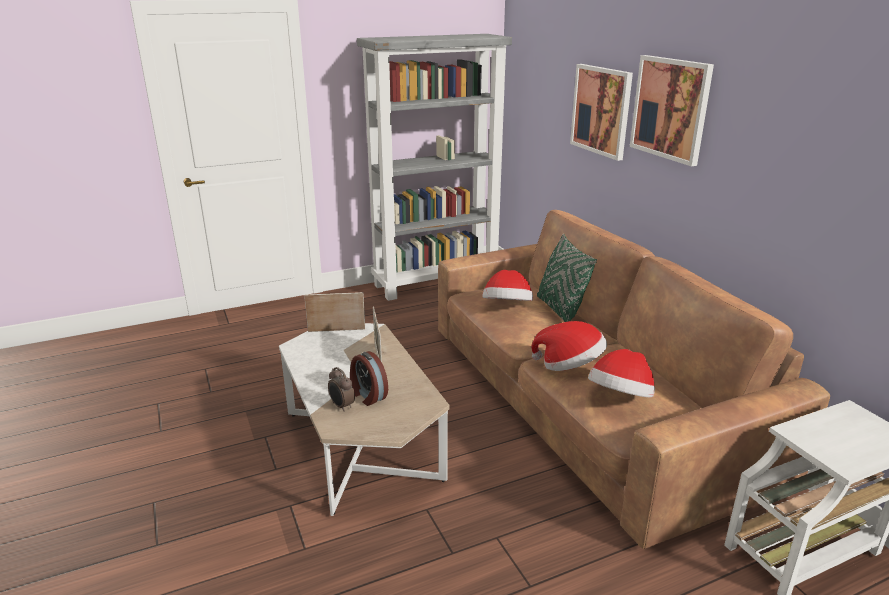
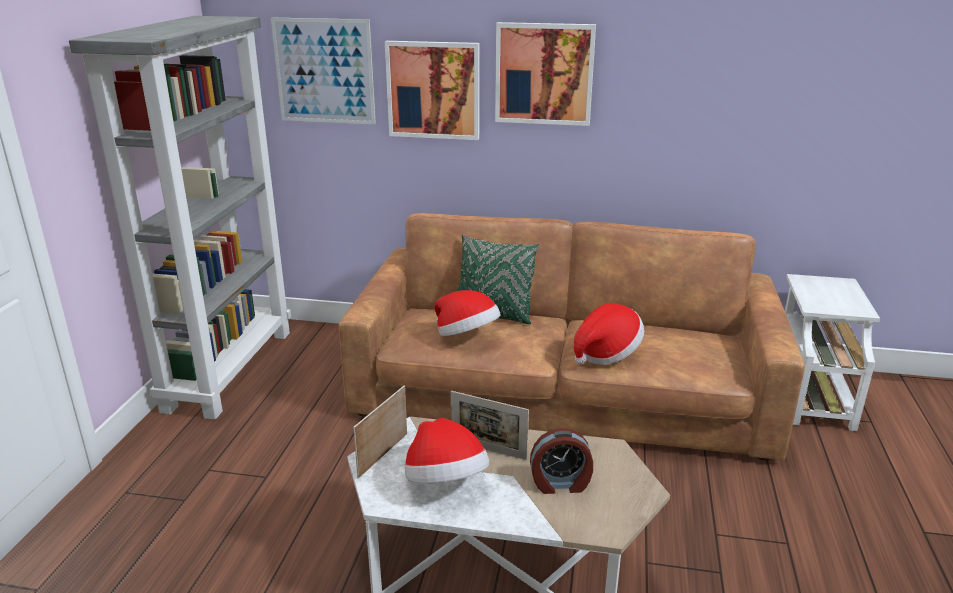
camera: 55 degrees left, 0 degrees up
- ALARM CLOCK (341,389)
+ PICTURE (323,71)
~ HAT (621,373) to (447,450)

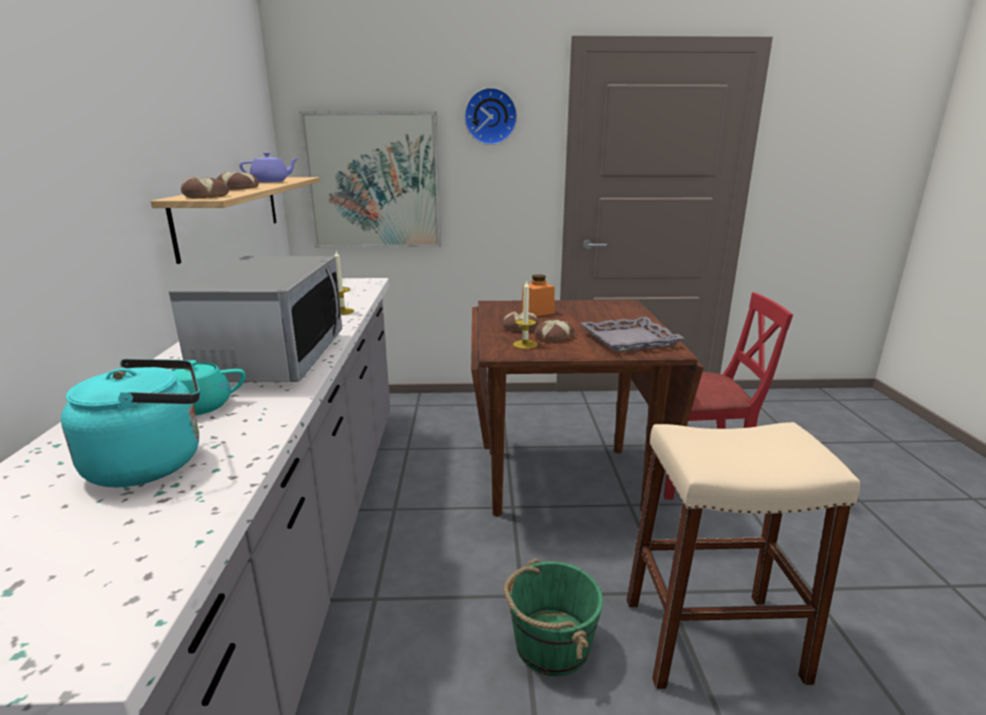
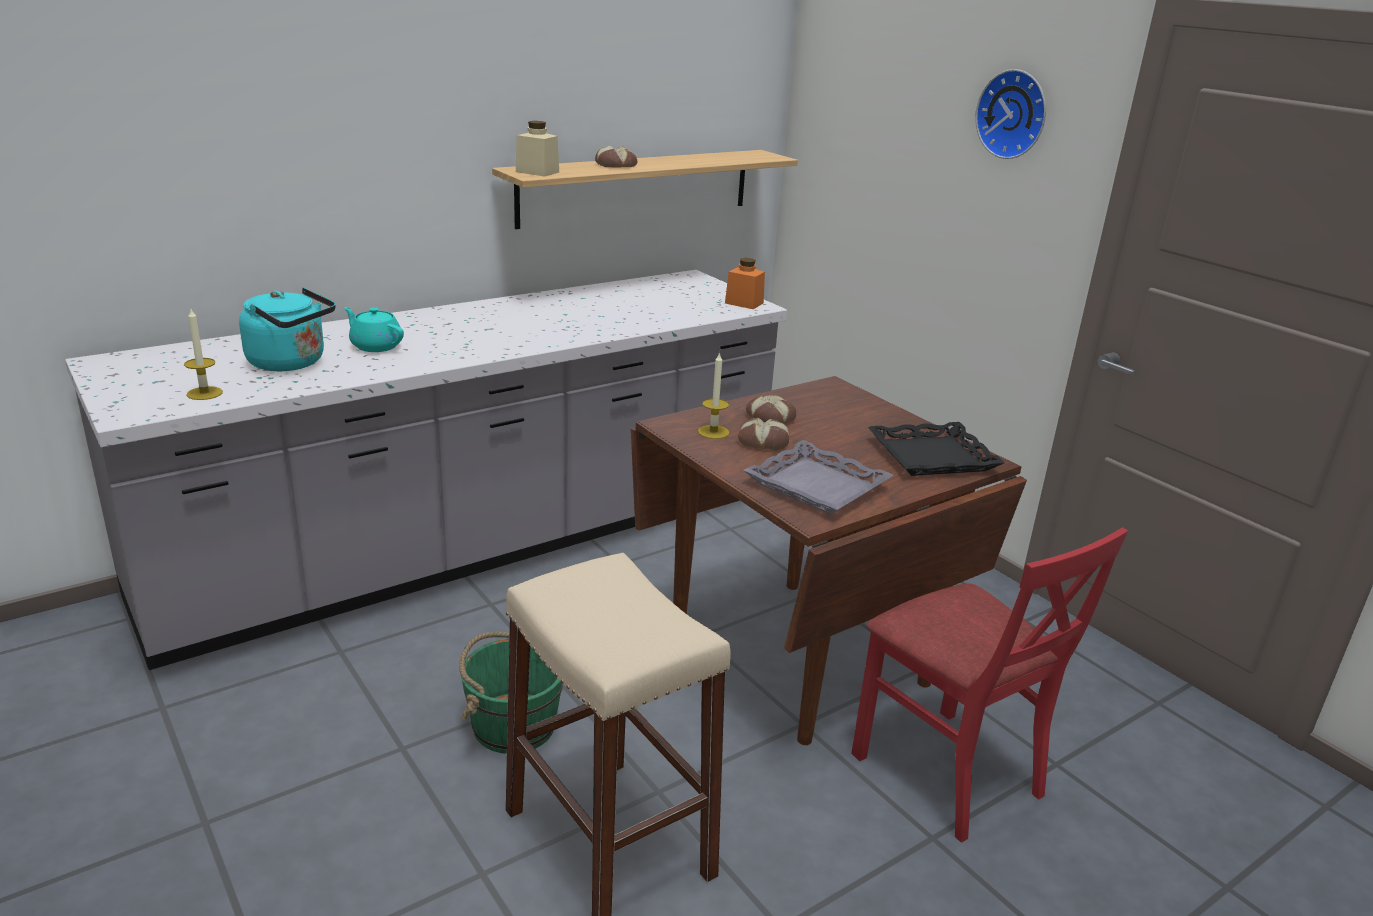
camera: 55 degrees right, 5 degrees up
- MICROWAVE (255,319)
- PURPLE TEAPOT (269,167)
- PICTURE (370,179)
+ BLACK TRAY (936,449)
~ CANDLE (344,282) to (203,353)
~ ORANGE JAR (538,295) to (745,283)
~ BREAD (205,187) to BEIGE JAR (537,149)

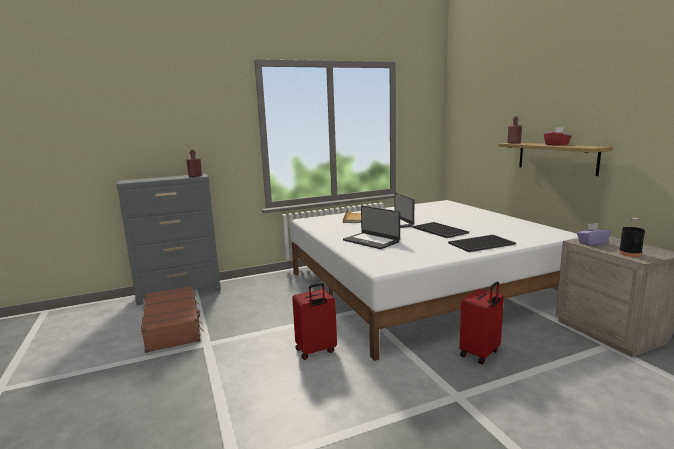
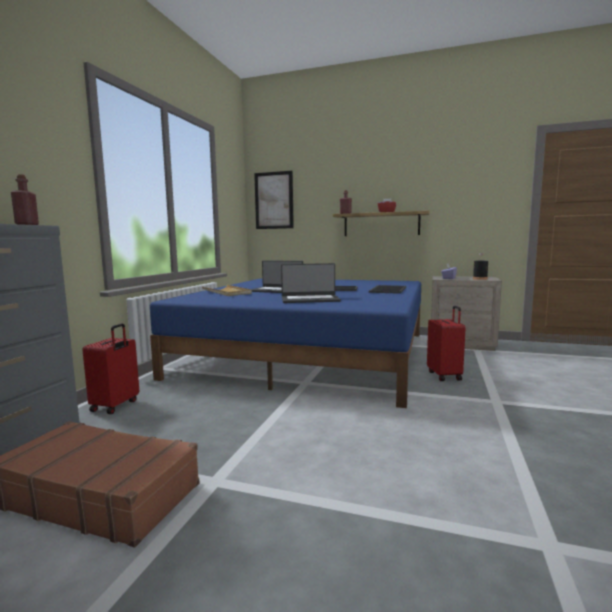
camera: 50 degrees left, 5 degrees down
+ PICTURE (274,200)
~ RED SUITCASE (314,321) to (110,369)
~ WHITE BED (434,280) to BLUE BED (285,343)

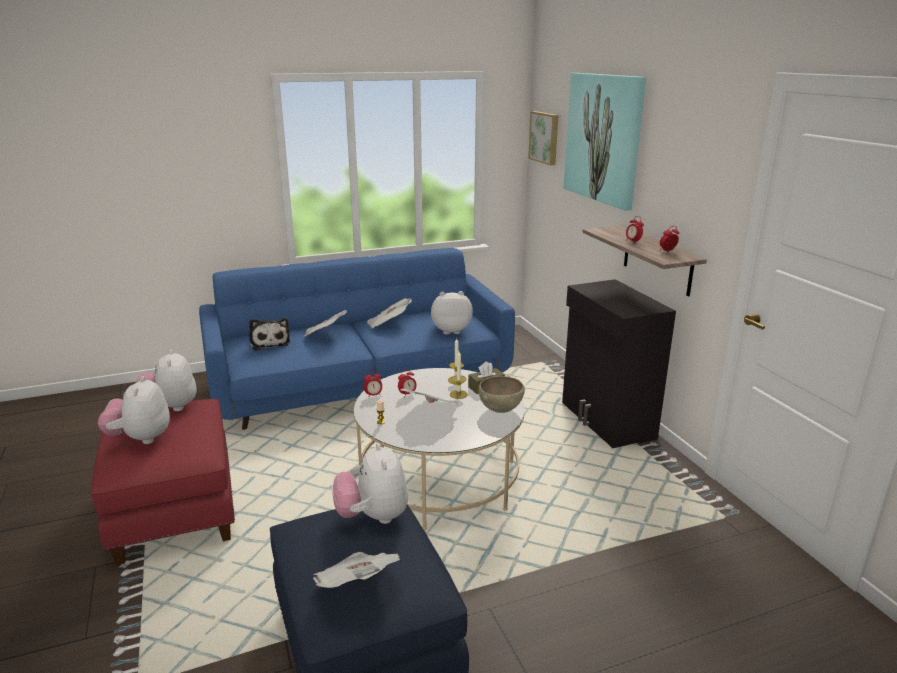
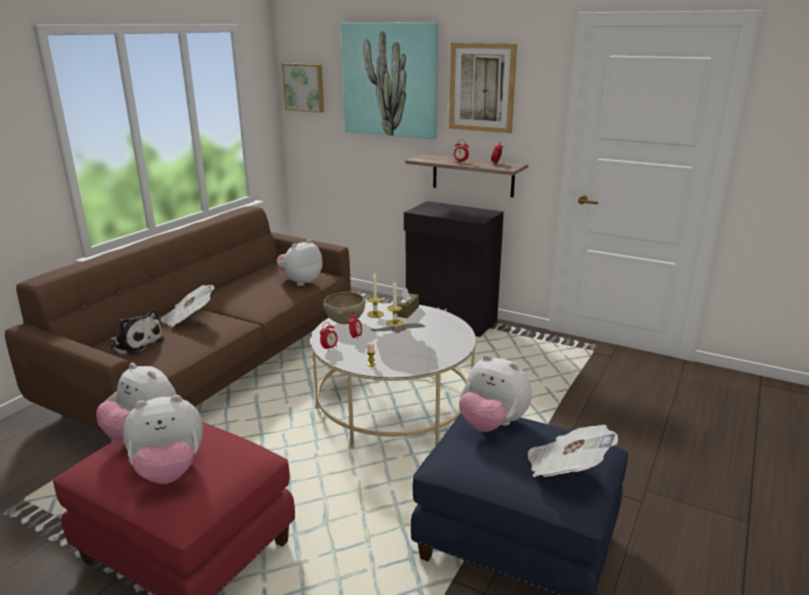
camera: 40 degrees left, 0 degrees up
- NEWSPAPER (389,313)
+ PICTURE (483,88)
~ BROWN BOWL (501,394) to (344,308)
~ BLUE SOFA (357,339) to BROWN SOFA (178,319)
~ PLUSH TOY (134,410) = (163,439) 60 degrees counterclockwise

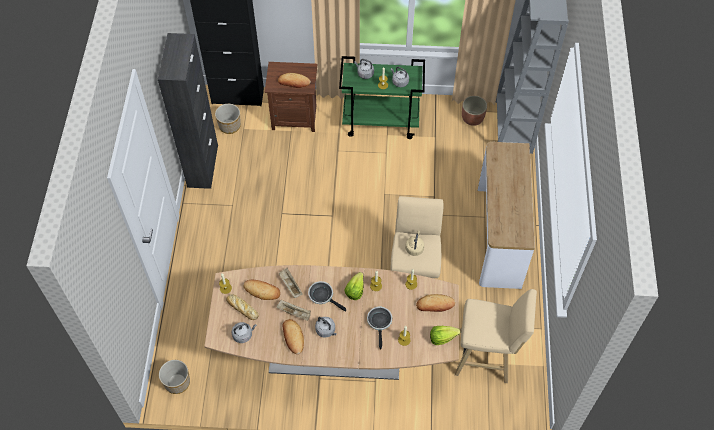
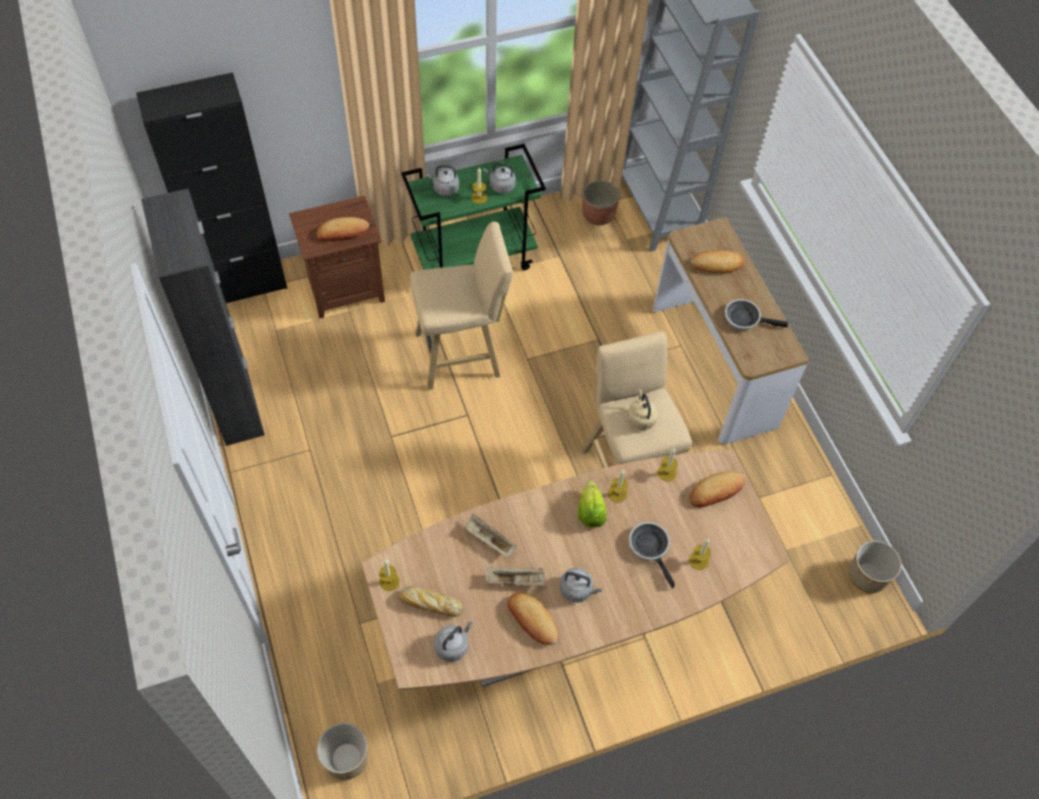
camera: 25 degrees left, 0 degrees up
- LETTUCE (445,335)
~ PLANTER (228,119) to (875,566)
~ BREAD (261,290) to (717,262)
~ FRYING PAN (327,296) to (756,314)
~ BEIGE STOOL (496,336) to (461,306)

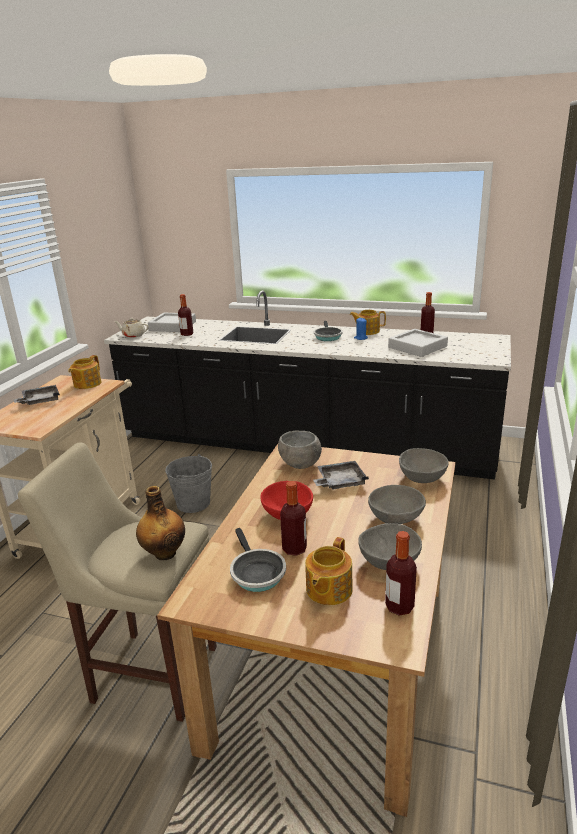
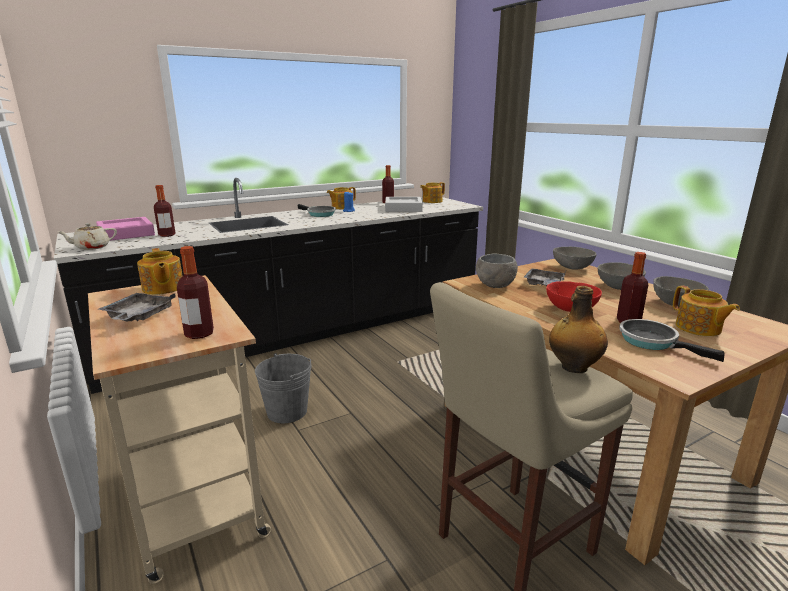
camera: 50 degrees left, 5 degrees down
+ TEAPOT (432,192)
~ BOTTLE (401,573) to (195,292)
~ GREY TRAY (172,322) to PINK TRAY (125,229)
~ FRYING PAN (258,560) = (672,340) 150 degrees counterclockwise

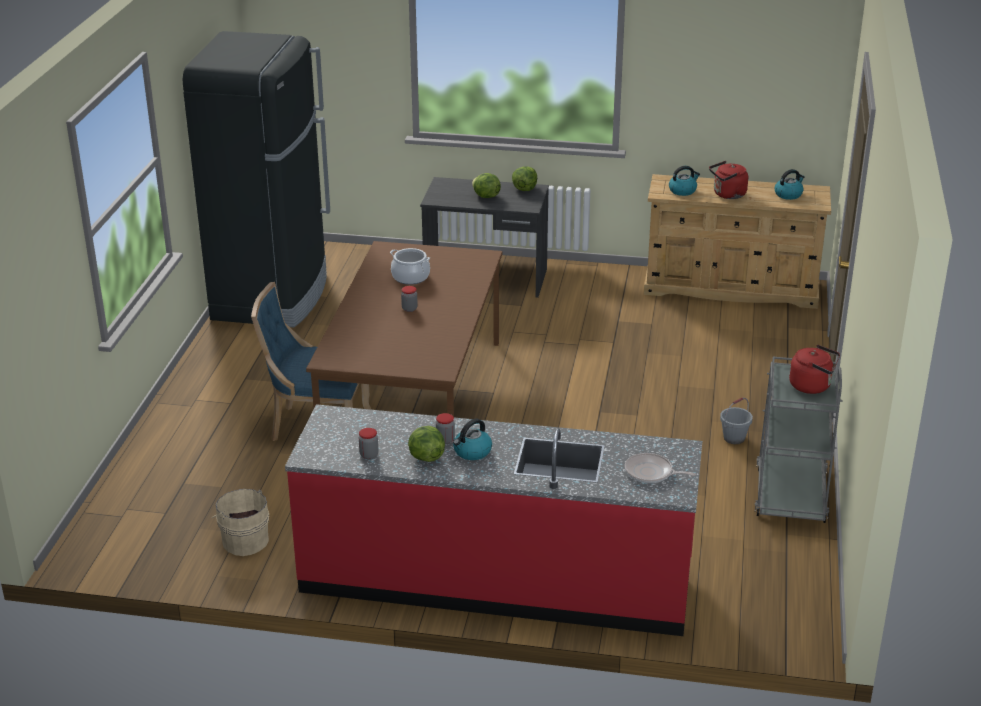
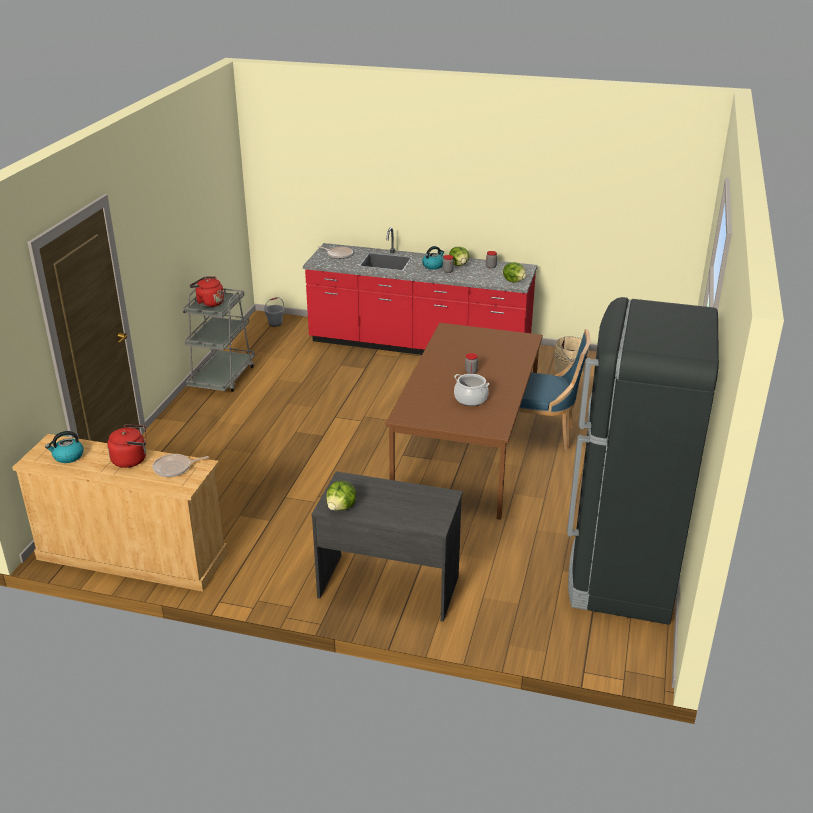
camera: 175 degrees left, 0 degrees up
~ LETTUCE (486,185) to (515,272)
~ GREY BUCKET (736,420) to (275,312)
~ KETTLE (684,181) to FRYING PAN (180,465)

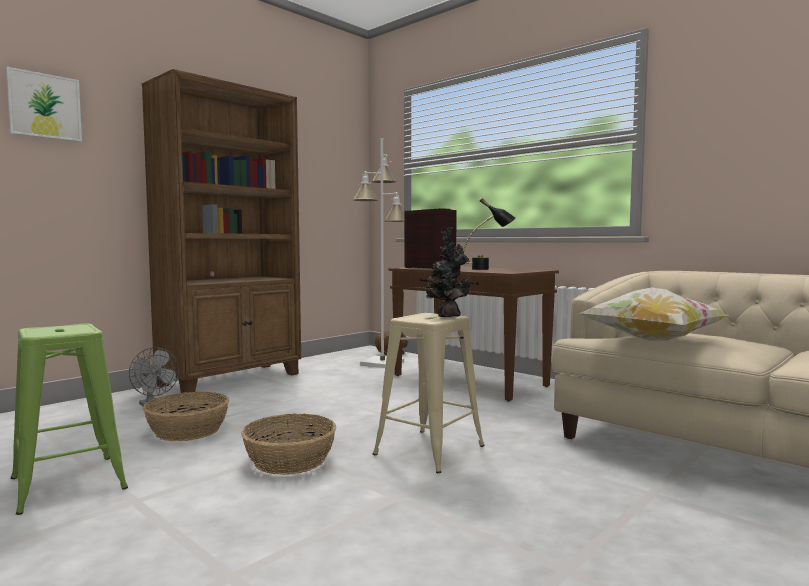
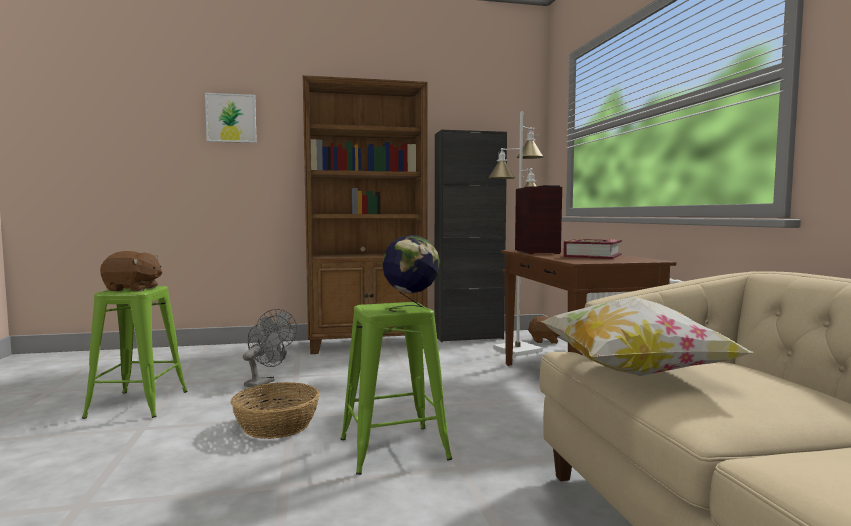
camera: 35 degrees right, 0 degrees up
+ BROWN PLUSH TOY (131,271)
+ BLACK CABINET (470,236)
~ BASKET (186,416) to GREY FAN (264,355)
~ POTTED PLANT (448,272) to GLOBE (411,273)
~ BLACK TABLE LAMP (489,234) to BOOK (592,248)
~ BEIGE STOOL (429,393) to GREEN STOOL (396,388)

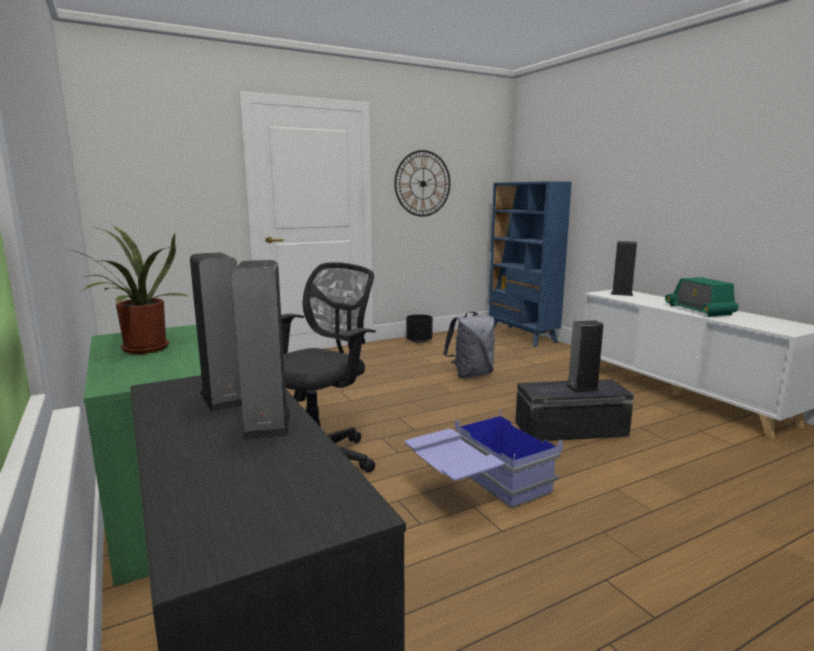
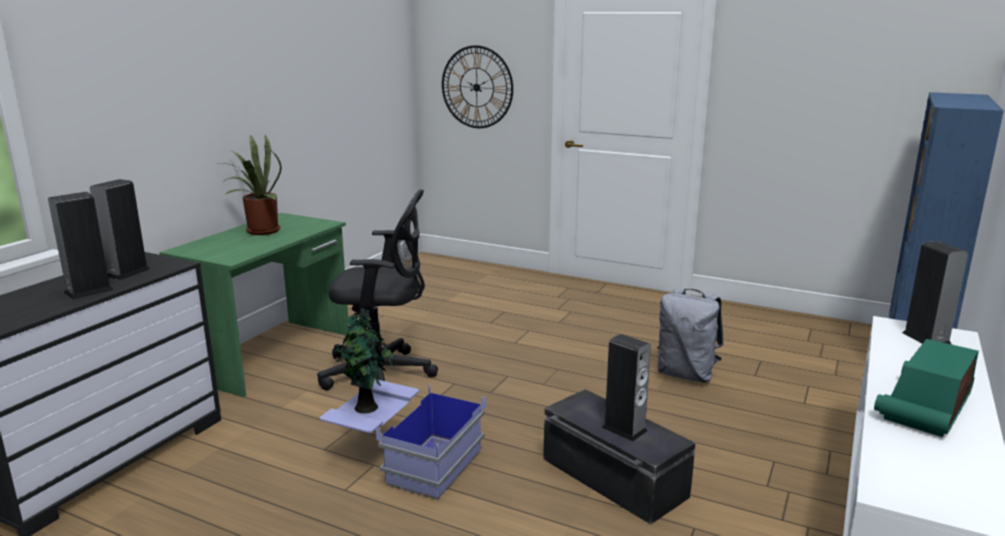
camera: 55 degrees right, 5 degrees up
- BLACK PLANTER (419,328)
+ POTTED PLANT (365,360)
~ WALL CLOCK (422,183) to (477,86)

